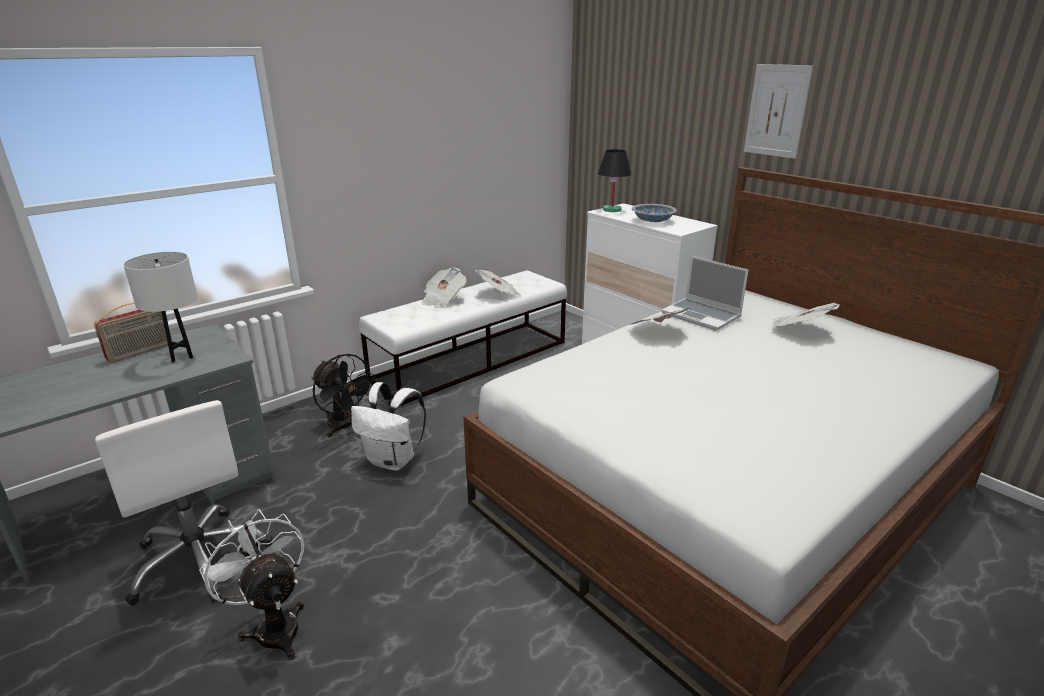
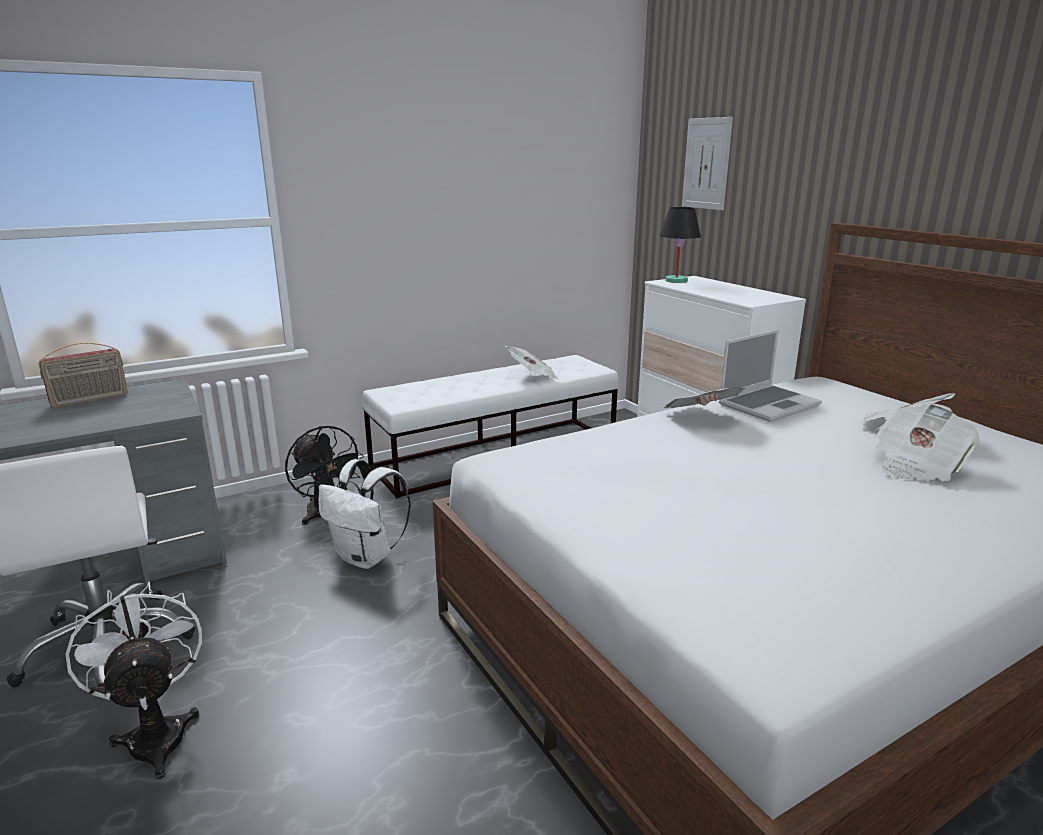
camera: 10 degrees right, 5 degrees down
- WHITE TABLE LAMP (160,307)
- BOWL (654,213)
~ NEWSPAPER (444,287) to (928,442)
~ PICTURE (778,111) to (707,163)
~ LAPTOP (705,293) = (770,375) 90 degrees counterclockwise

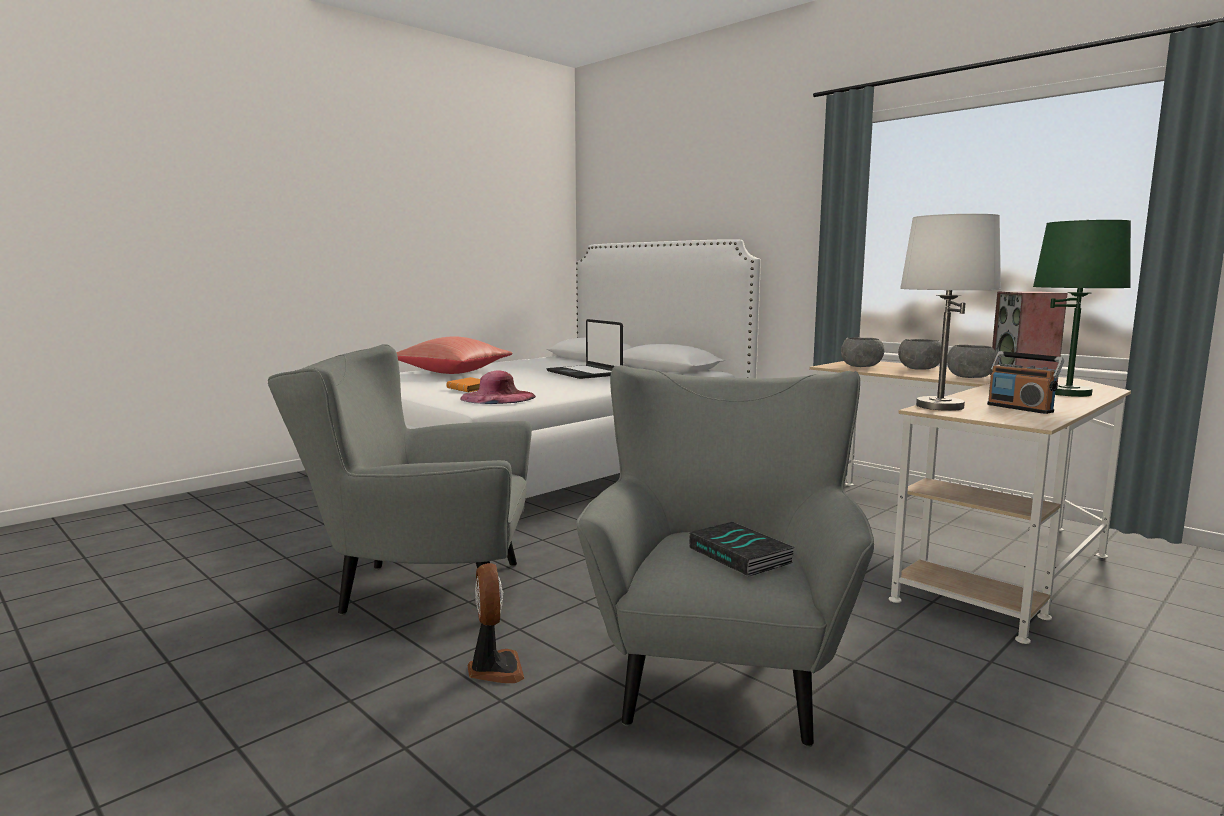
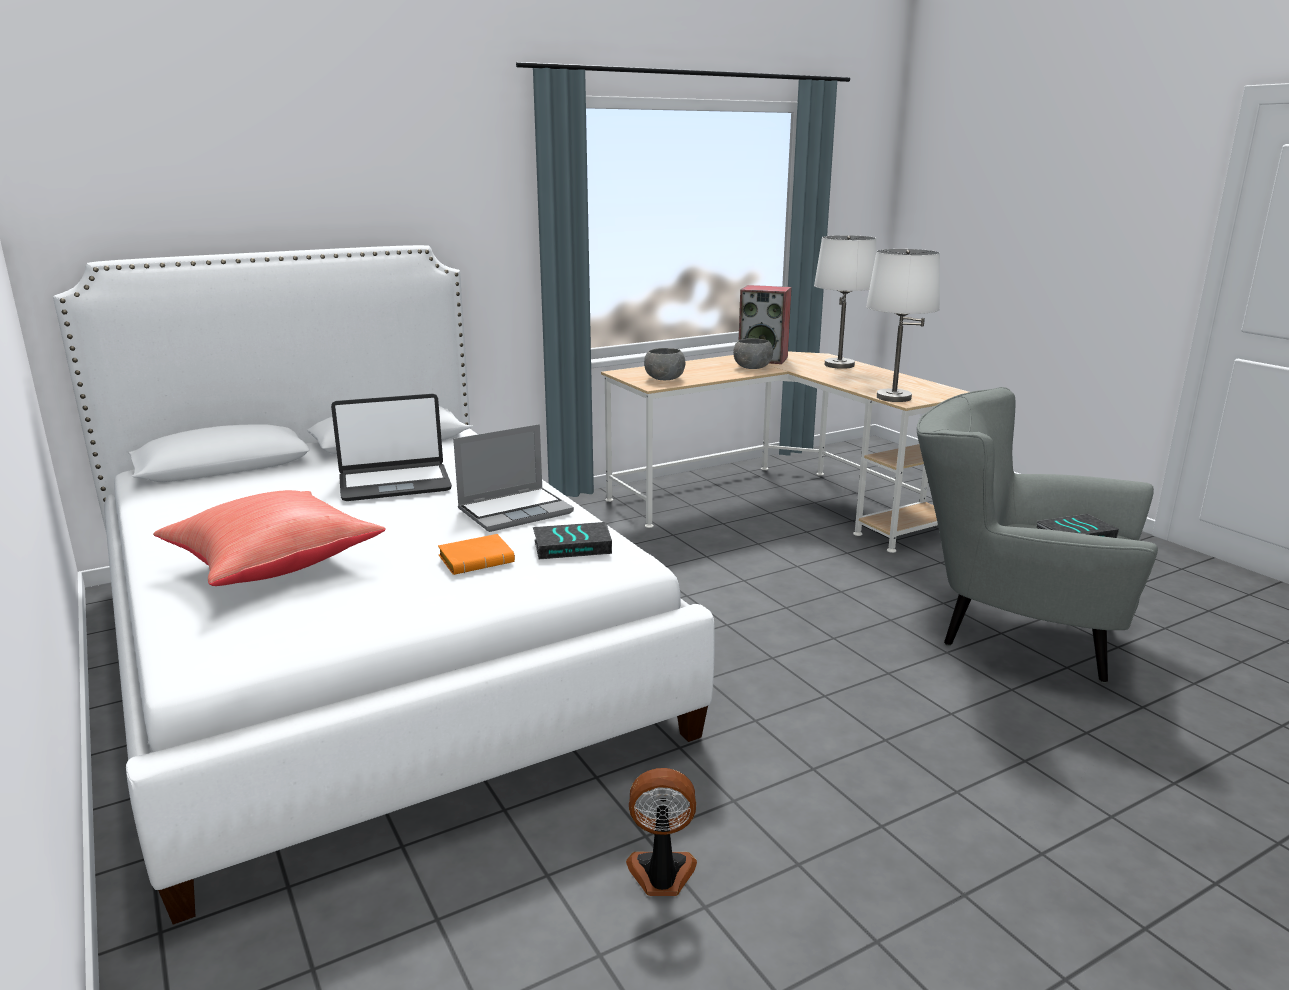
camera: 75 degrees left, 10 degrees up
- GREY ARMCHAIR (400,479)
- GREY BOWL (920,354)
- RADIO (1025,382)
+ LAPTOP (513,478)
~ FAN (496,623) to (661,832)
~ PINK HAT (497,387) to BOOK (572,540)
~ GREEN TABLE LAMP (1082,308) to WHITE TABLE LAMP (845,302)

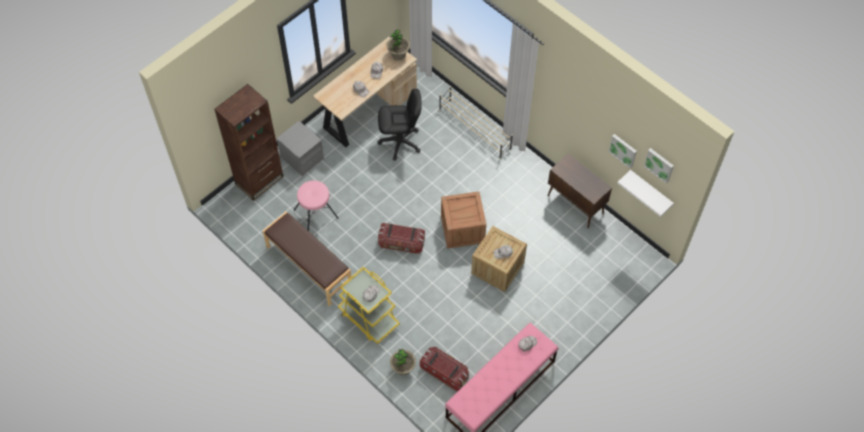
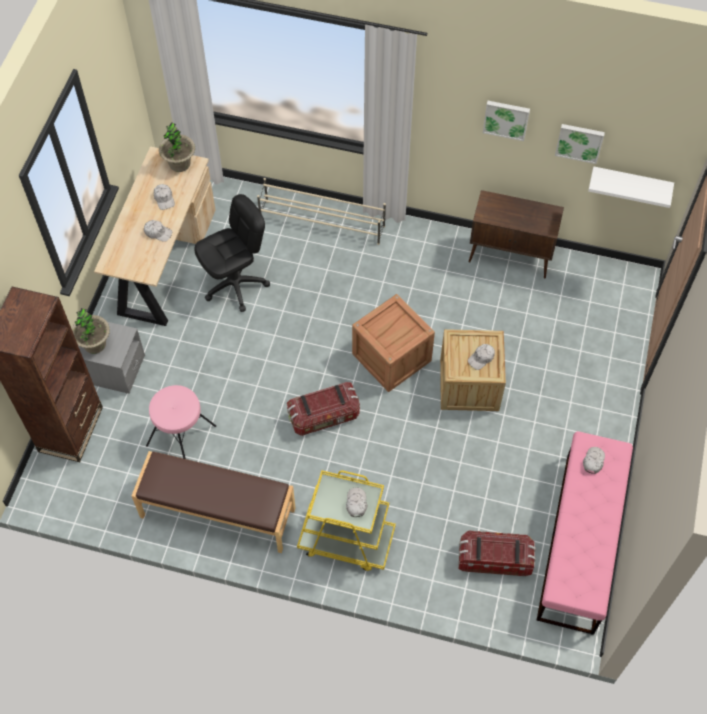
camera: 30 degrees left, 0 degrees up
~ POTTED PLANT (403,362) to (91,331)
~ PICTURE (659,166) to (506,121)

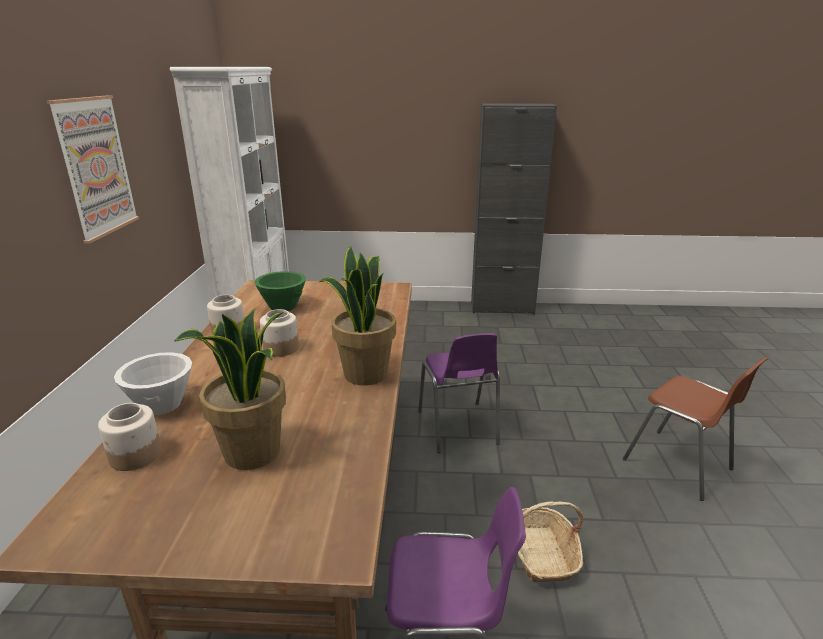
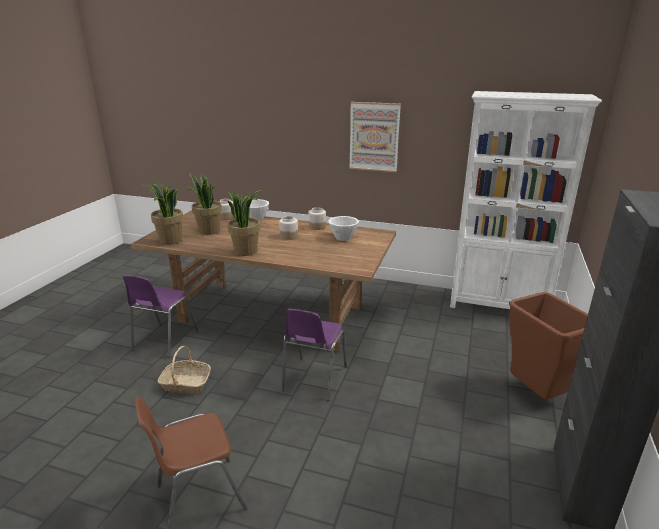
camera: 105 degrees right, 0 degrees up
+ POTTED PLANT (164,213)
+ BROWN TRASH CAN (548,345)
~ GREEN BOWL (280,291) to WHITE BOWL (343,228)
~ PURPLE CHAIR (459,393) = (314,355) 75 degrees counterclockwise

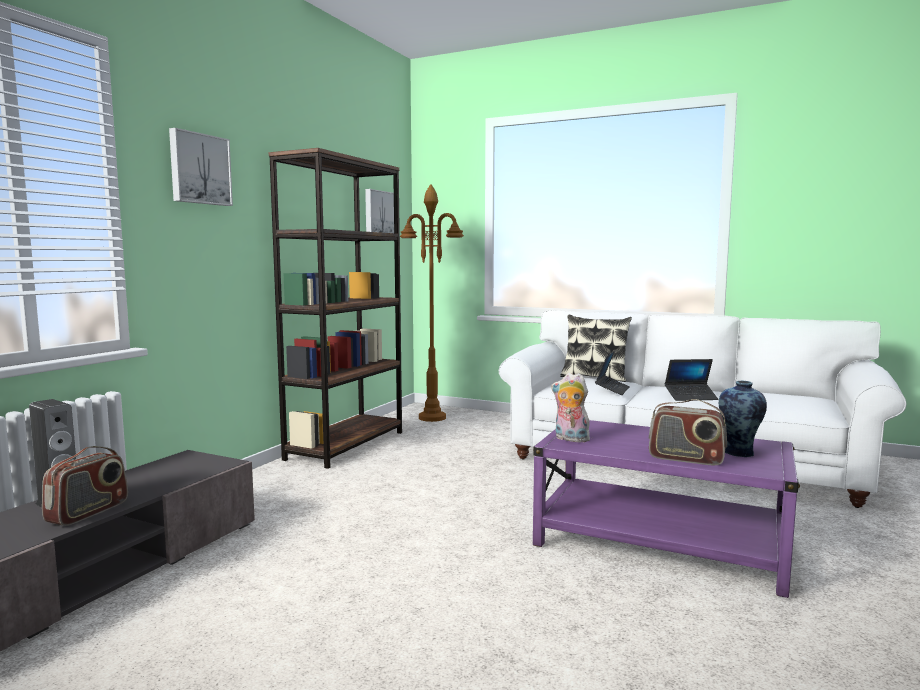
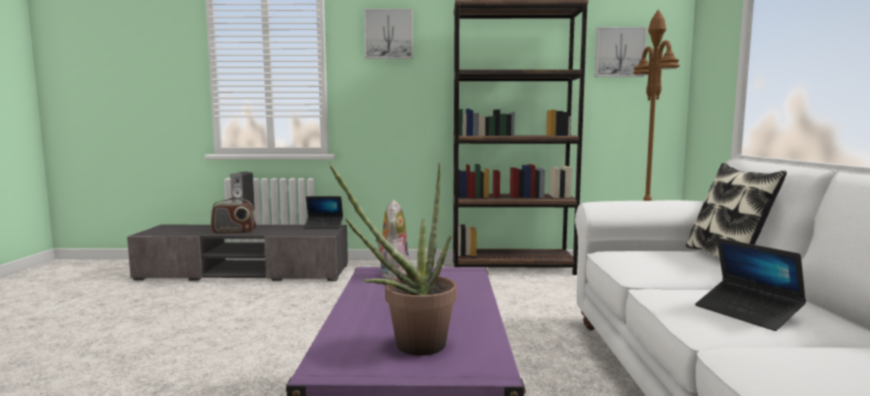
camera: 65 degrees right, 0 degrees up
- RADIO (688,432)
~ LAPTOP (612,373) to (323,212)
~ VASE (743,419) to POTTED PLANT (393,259)

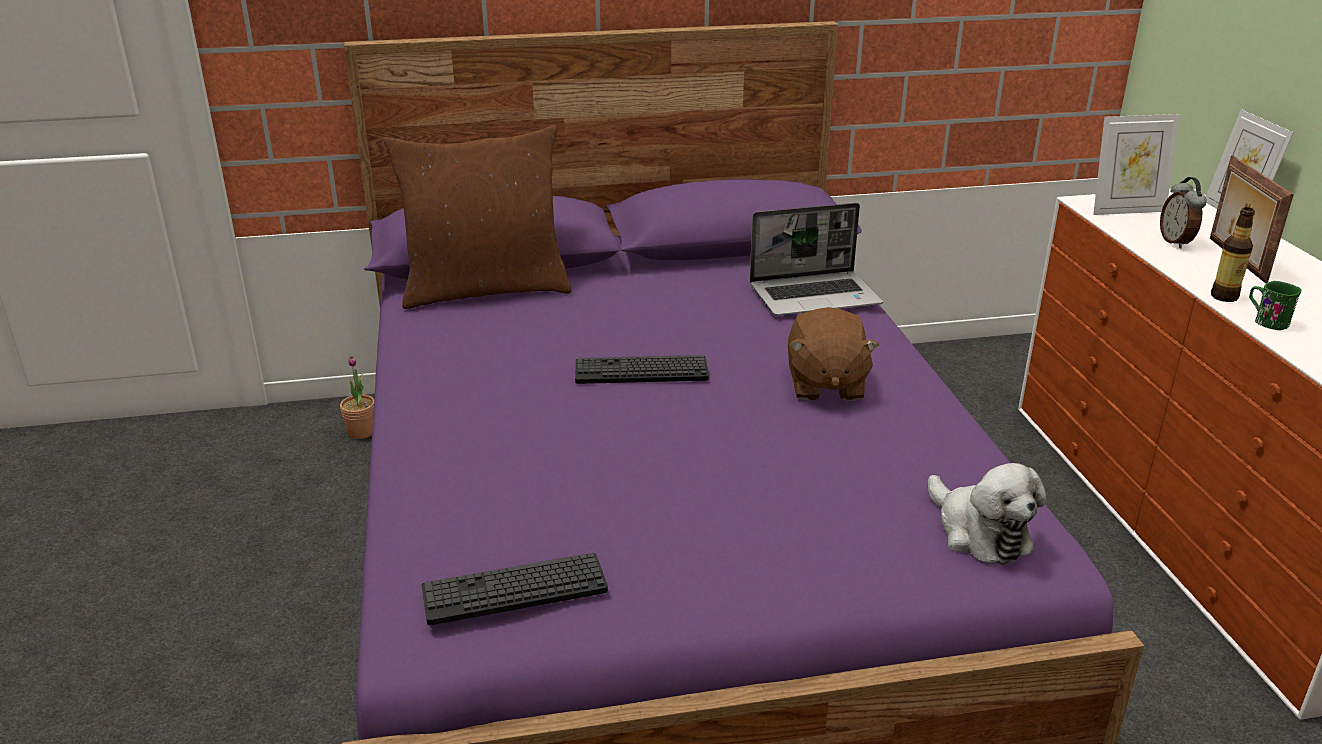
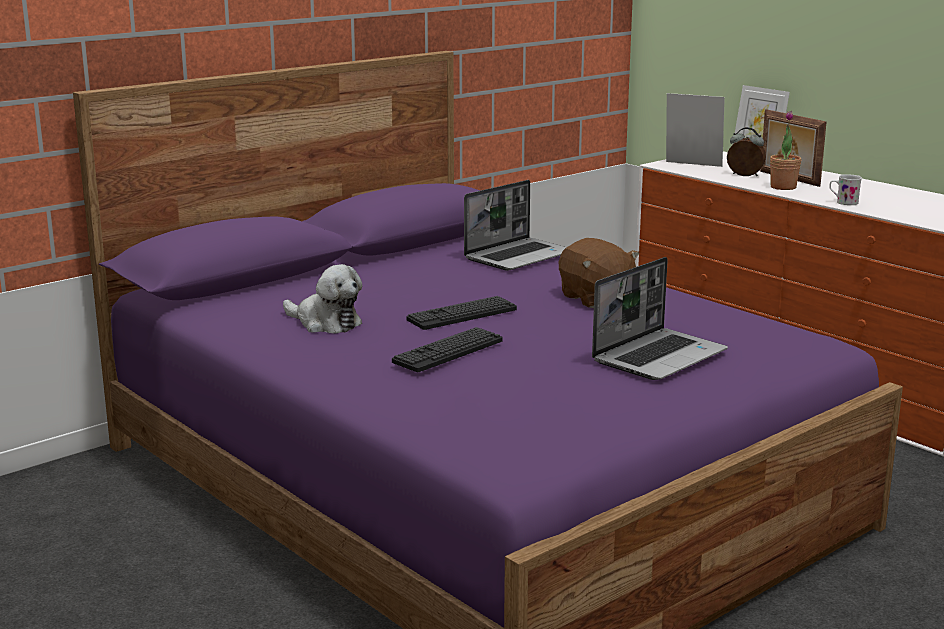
camera: 30 degrees left, 10 degrees down
- BROWN PILLOW (477,217)
- BOTTLE (1233,254)
+ LAPTOP (660,318)
~ POTTED PLANT (357,397) to (786,150)
~ KEYBOARD (515,589) to (447,349)
~ PLUSH TOY (987,514) to (322,299)
~ GREEN MUG (1275,305) to WHITE MUG (845,189)
~ PICTURE FRAME (1136,164) = (695,130) 120 degrees counterclockwise
~ ALARM CLOCK (1183,213) = (746,151) 150 degrees clockwise

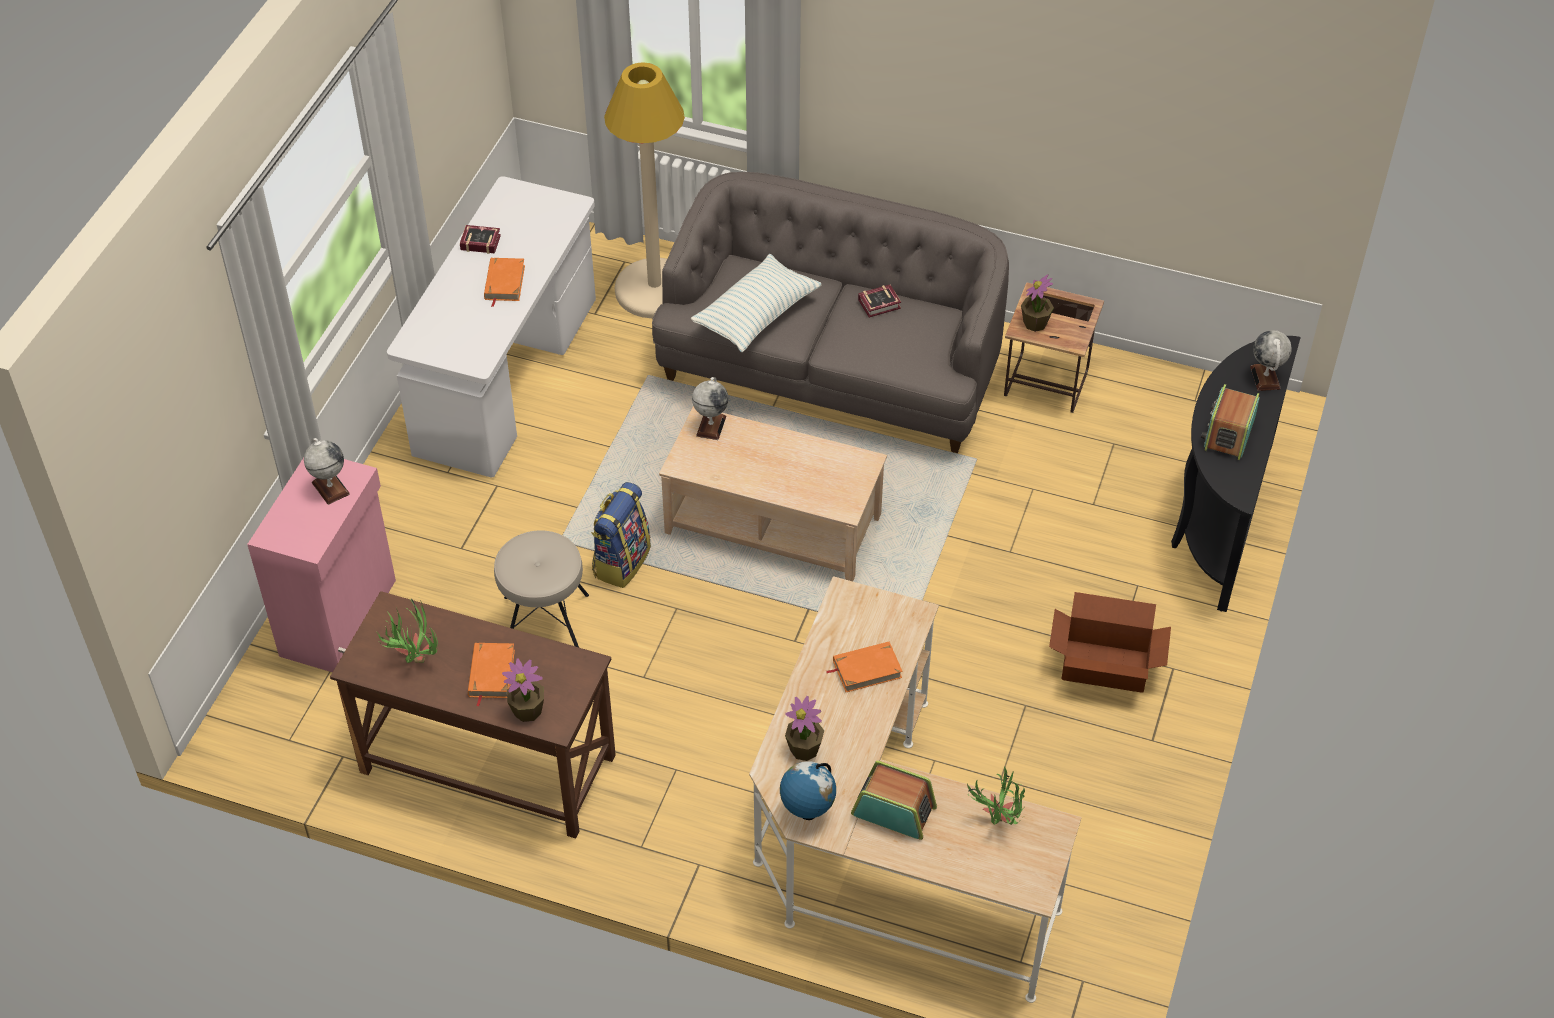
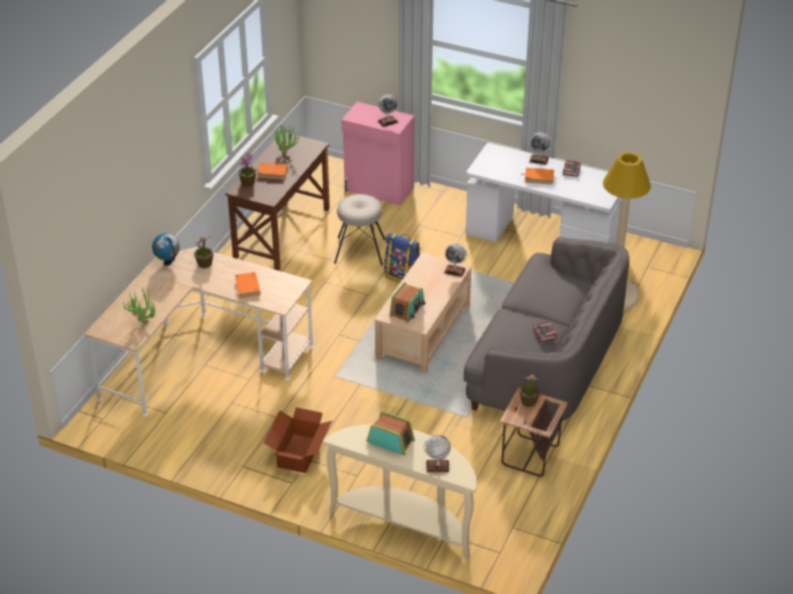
camera: 95 degrees right, 10 degrees down
- PILLOW (756,303)
+ GLOBE (540,149)
~ RADIO (894,800) to (408,302)
~ BLACK CONSOLE TABLE (1236,474) to BEIGE CONSOLE TABLE (400,492)

